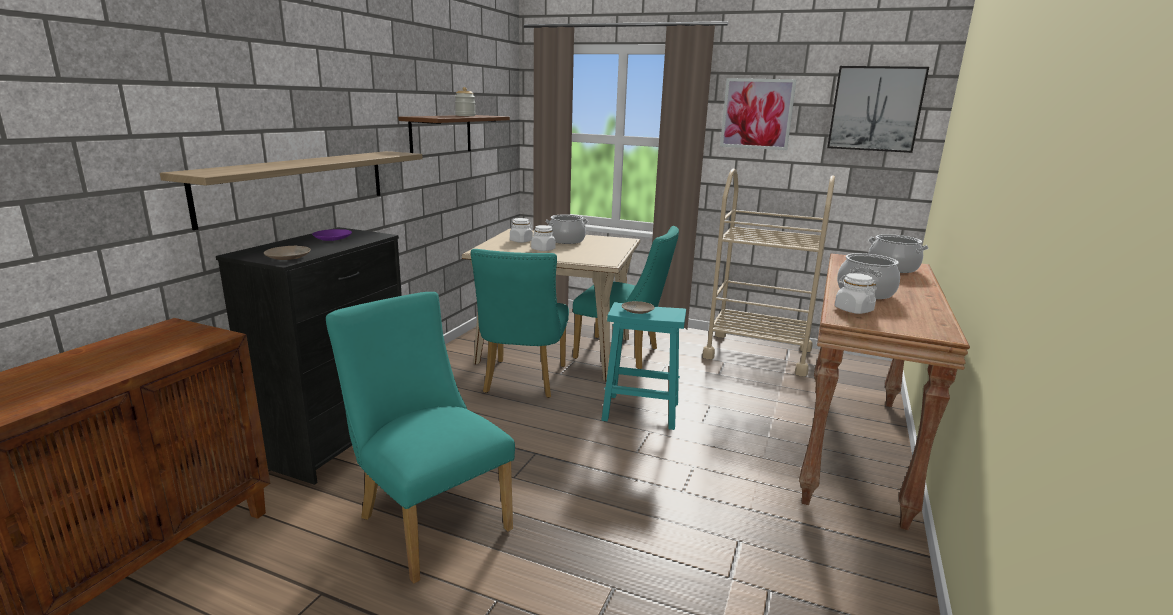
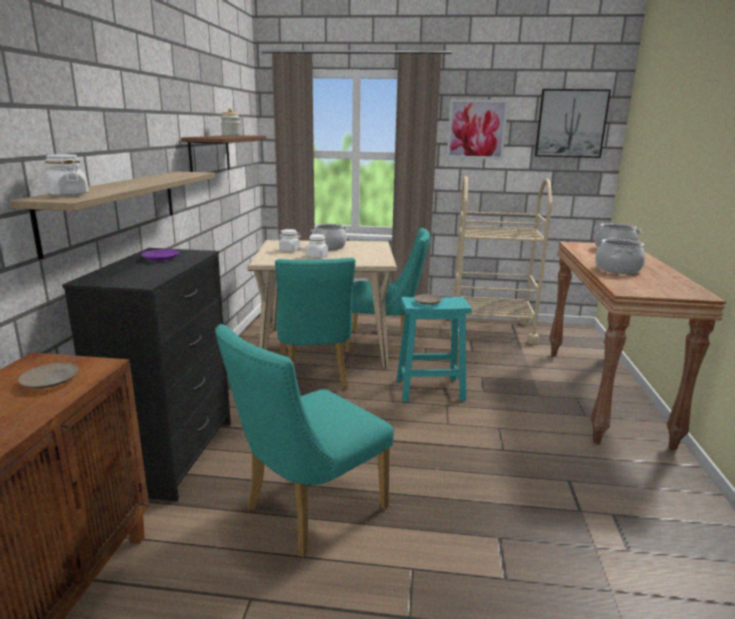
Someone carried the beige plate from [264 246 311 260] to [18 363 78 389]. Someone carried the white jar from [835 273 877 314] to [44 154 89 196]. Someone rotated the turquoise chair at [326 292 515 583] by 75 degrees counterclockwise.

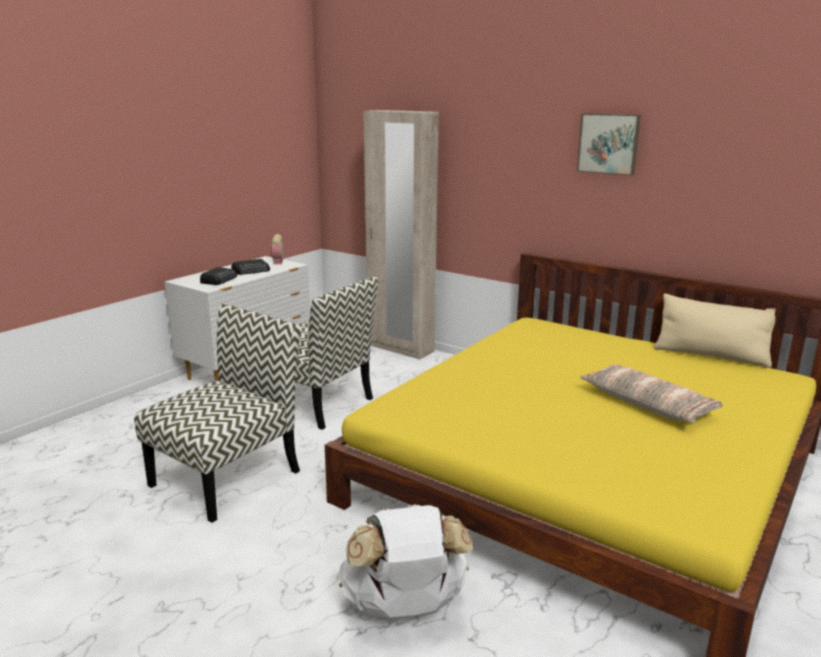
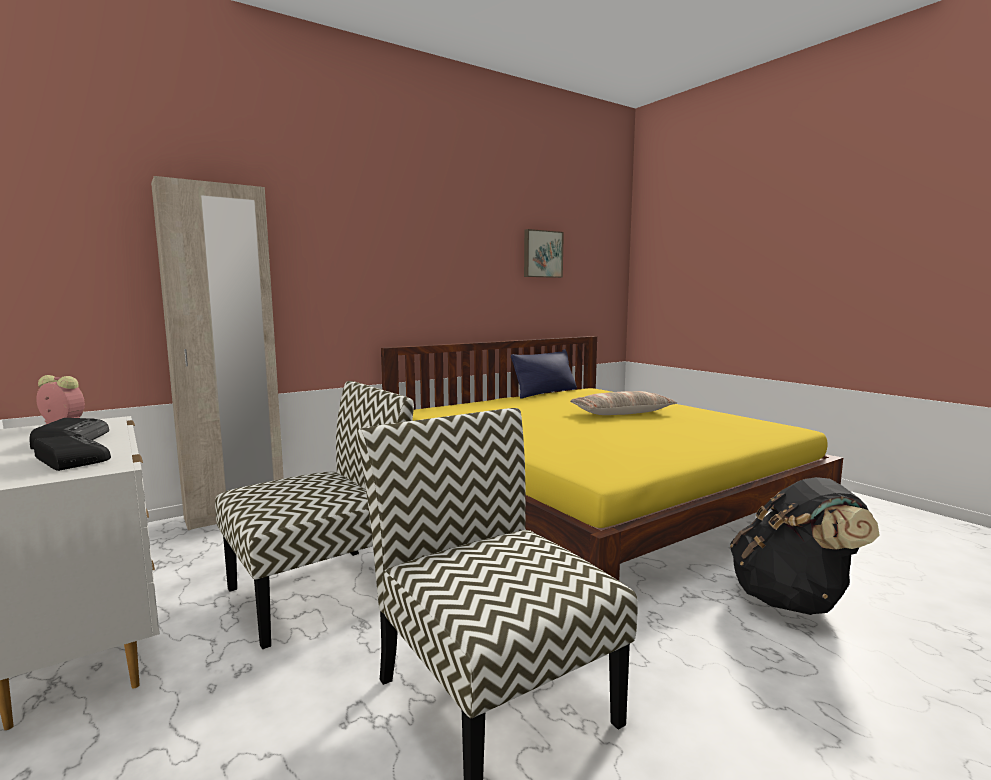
Someone repainted the beige pillow at [654 293 776 368], which became the blue pillow at [511 349 577 399]. Someone carried the picture from [576 113 641 176] to [524 229 564 278]. Someone repainted the white backpack at [338 504 473 620], which became the black backpack at [730 477 880 615].

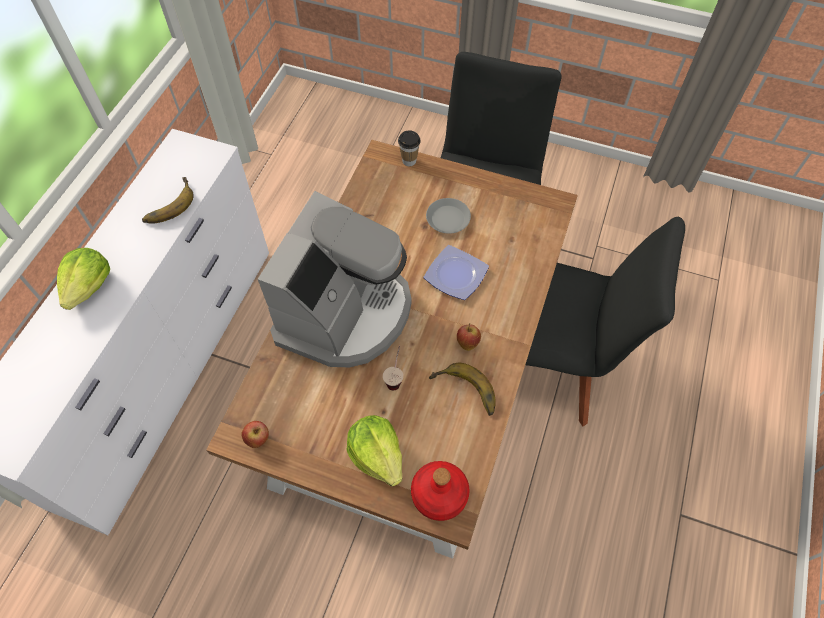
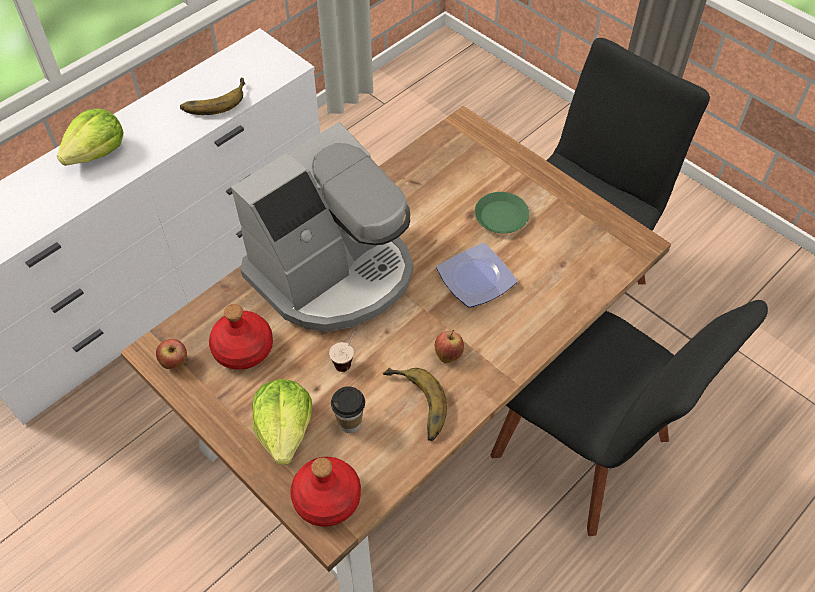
Someone put down the red bottle at [209 304 273 370]. Someone carried the cup from [398 130 421 166] to [331 386 365 433]. Someone repainted the grey plate at [426 198 471 234], which became the green plate at [475 192 529 233].

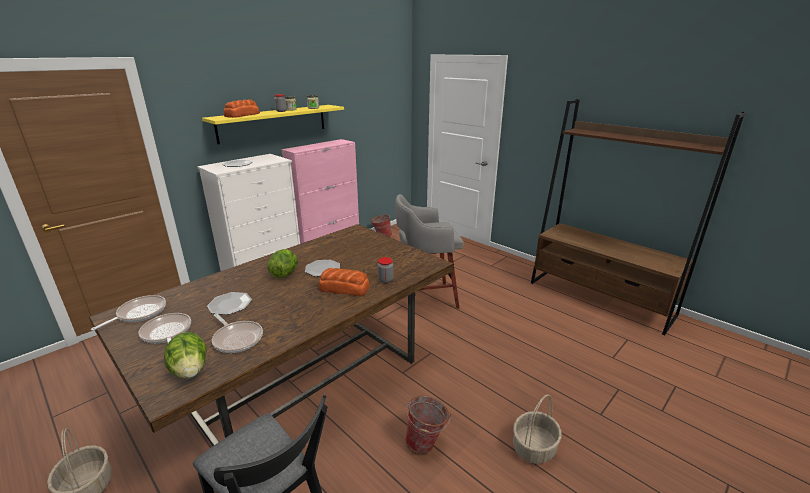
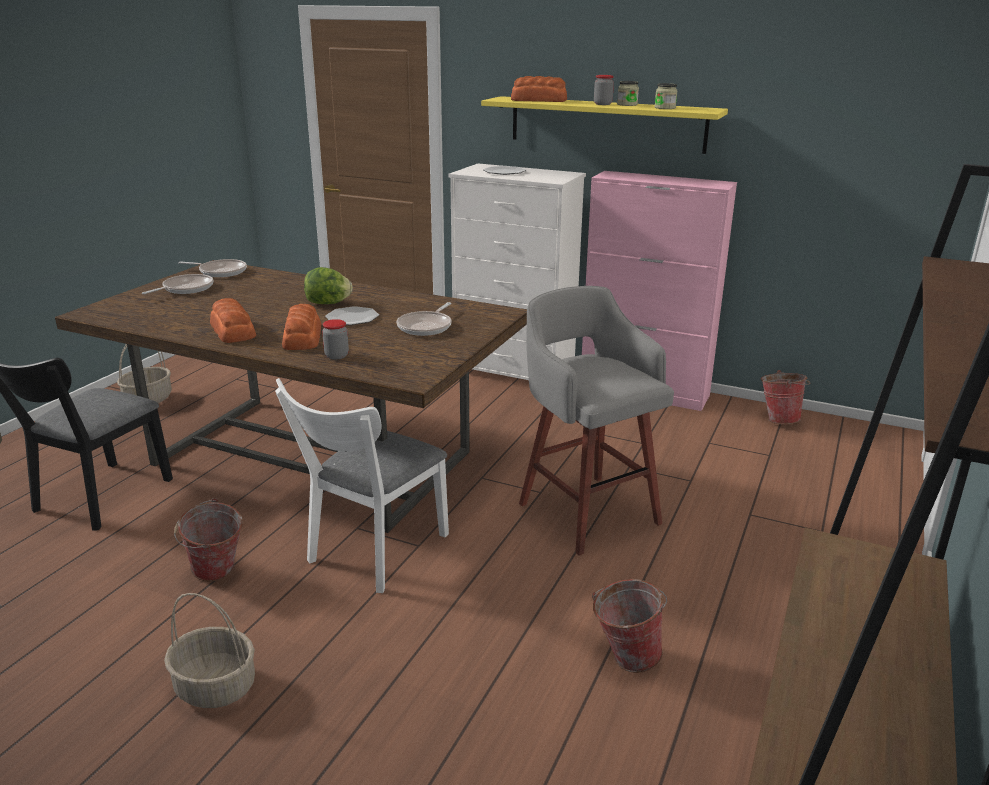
Someone put down the bread at [210 298 256 343]. Someone put down the white chair at [275 378 449 593]. Someone carried the frying pan from [212 314 263 353] to [397 302 452 336]. Someone put down the bucket at [592 579 667 673]. Someone took away the lettuce at [164 332 207 378]. Someone took away the plate at [207 292 252 315].

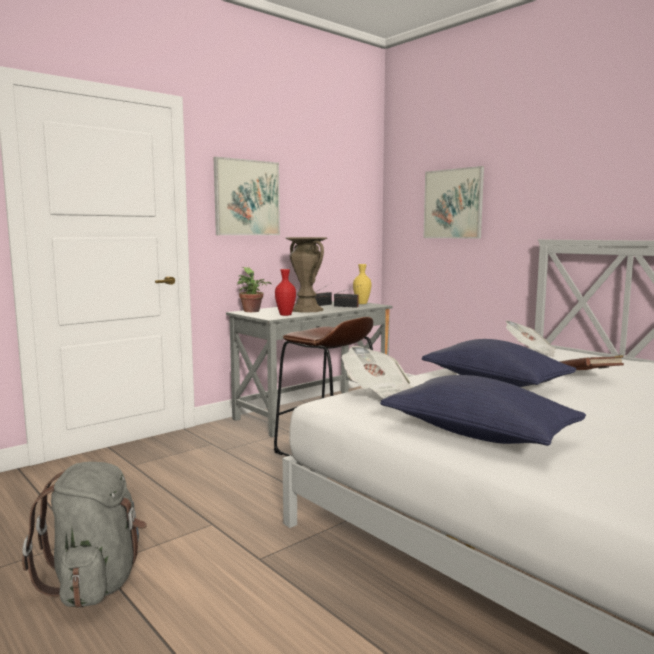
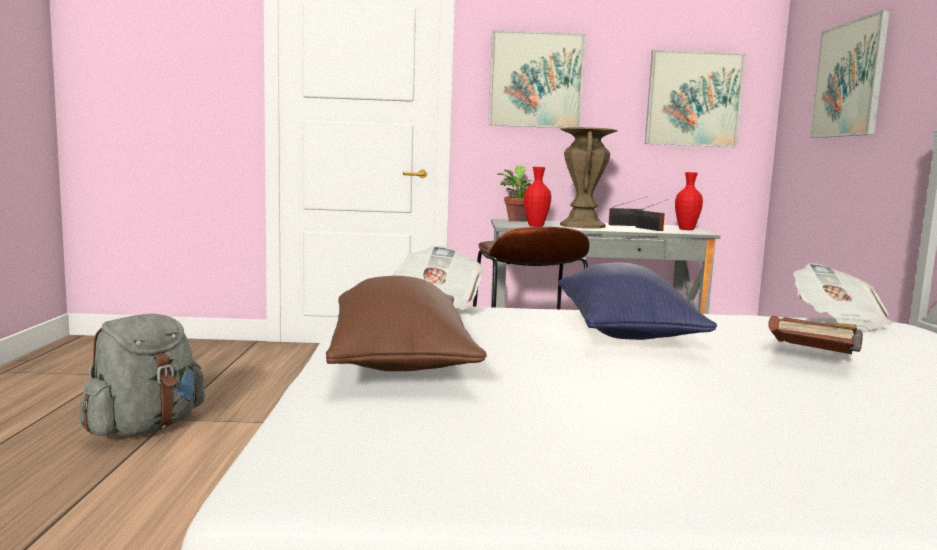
Someone repainted the blue pillow at [380 375 586 446], which became the brown pillow at [326 276 487 371]. Someone put up the picture at [645 50 746 147]. Someone repainted the yellow vase at [353 264 372 304], which became the red vase at [675 172 703 230].

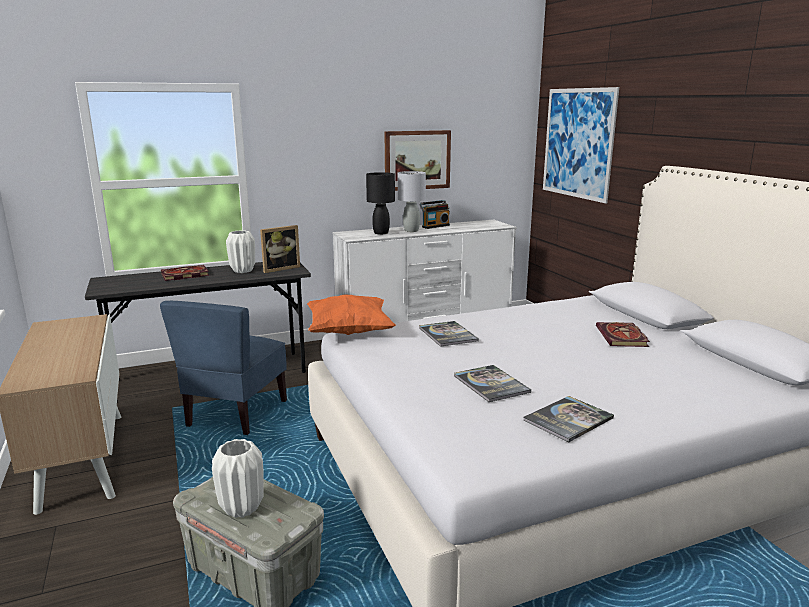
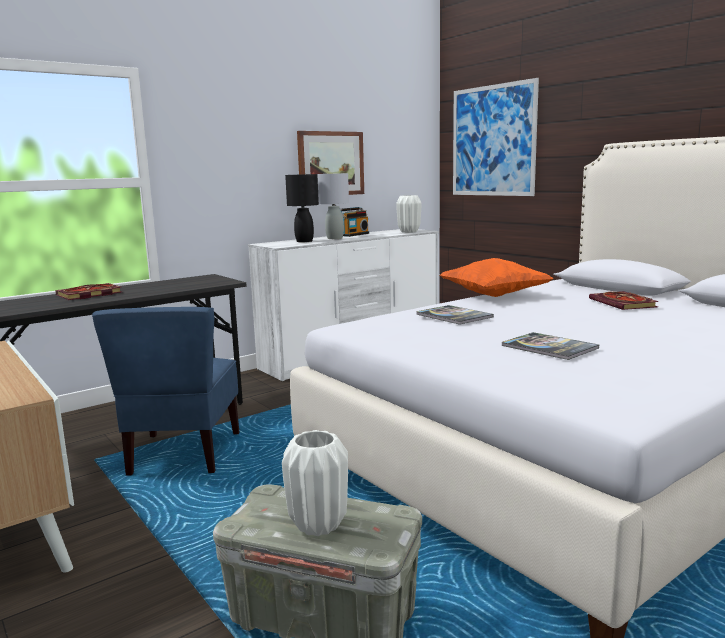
Someone carried the white vase from [226 230 255 273] to [396 195 421 233]. Someone carried the orange pillow from [307 295 396 335] to [440 258 554 297]. Someone took away the picture frame at [260 225 300 273]. Someone took away the book at [523 396 614 442].

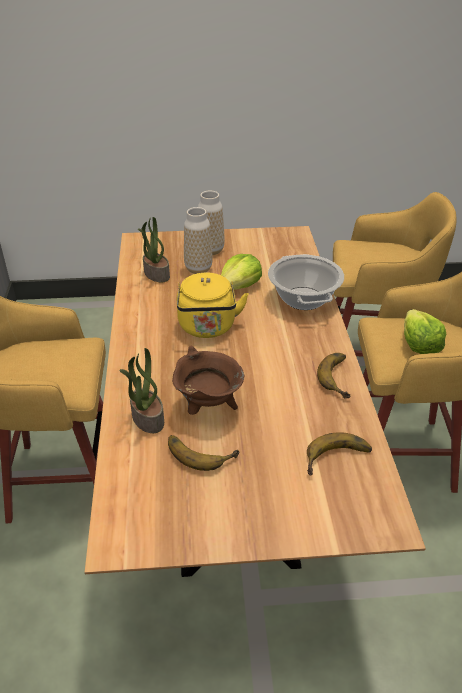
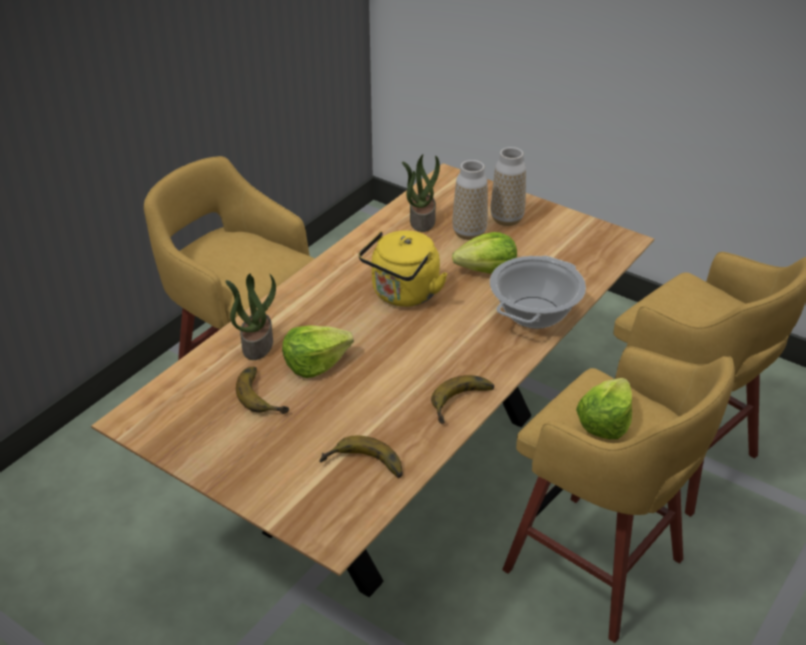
Someone swapped the brown cooking pot at [172 346 244 415] for the lettuce at [282 325 354 378].

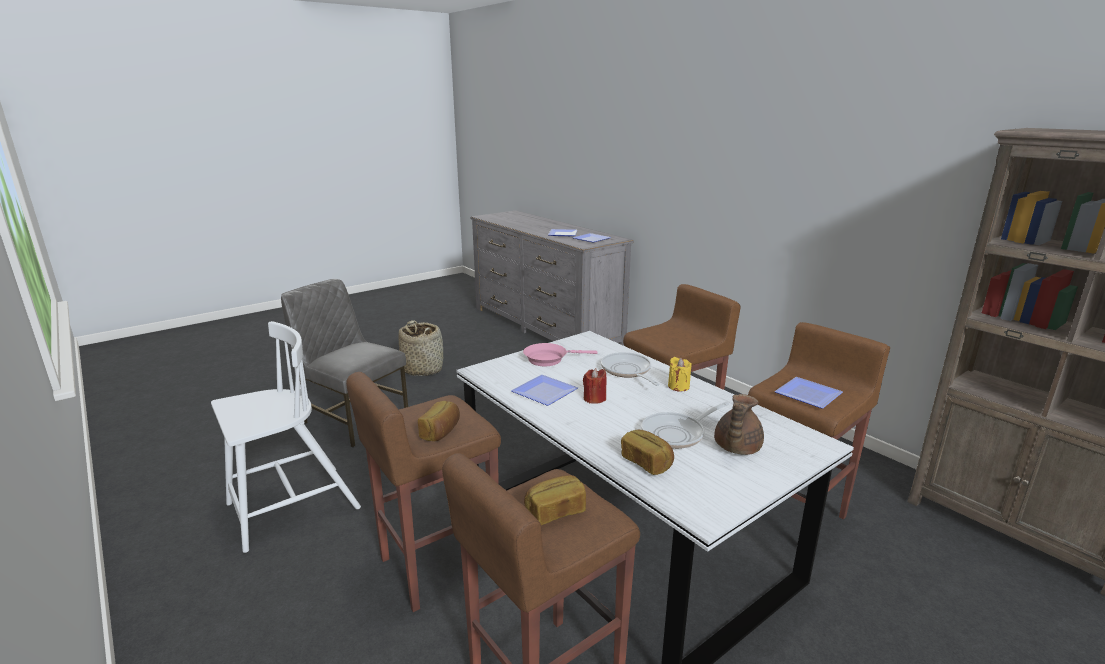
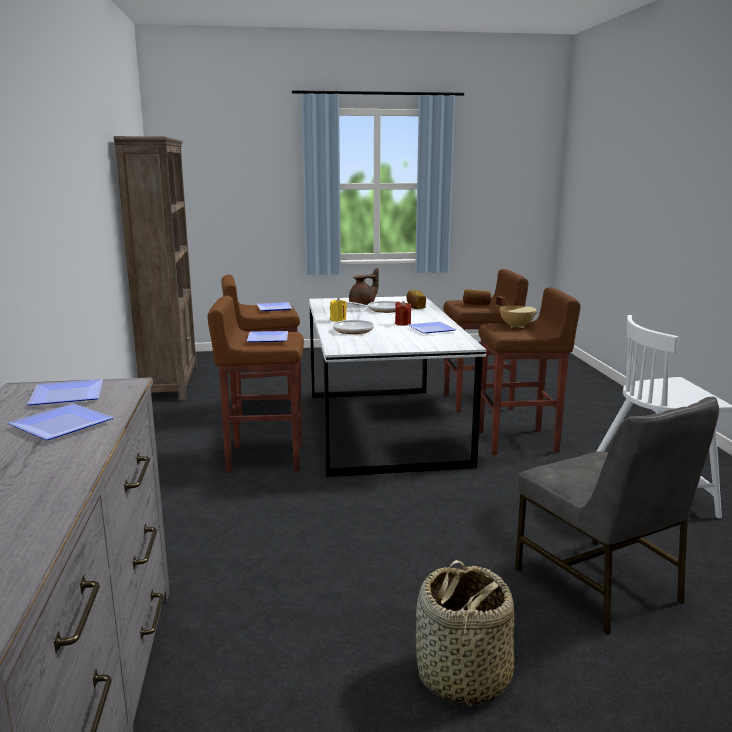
Someone put down the plate at [247 331 288 342]. Someone swapped the bread at [418 401 460 441] for the beige cooking pot at [496 296 537 328]. Someone took away the pink frying pan at [523 343 598 366].

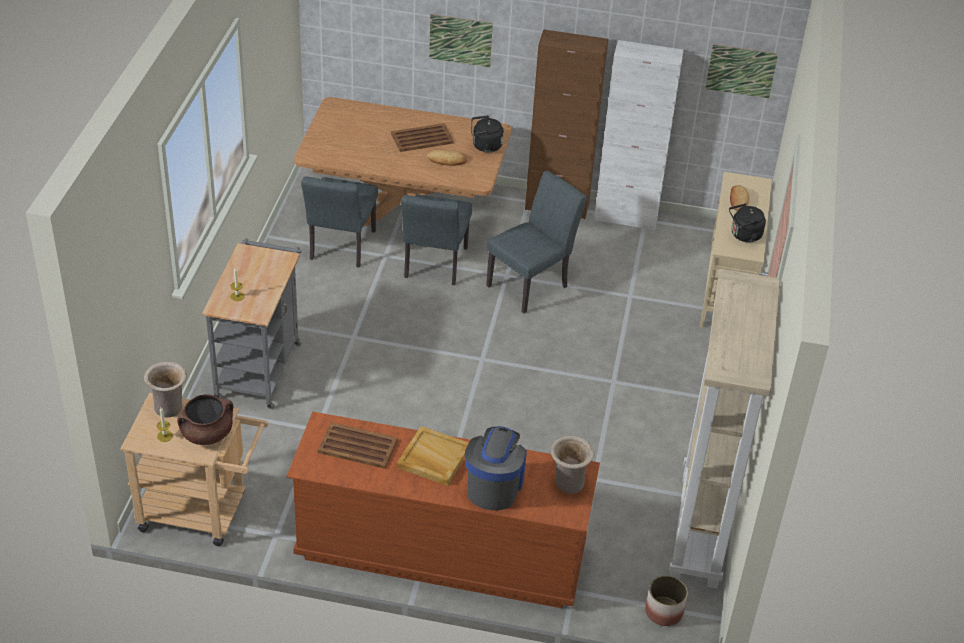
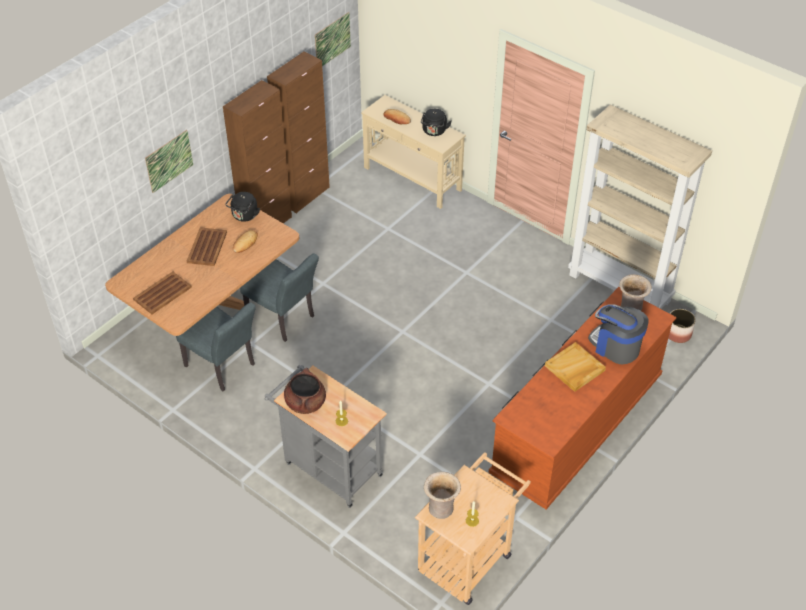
Someone carried the brown tray from [318 422 398 469] to [133 272 192 314]. Someone repainted the white cabinet at [594 40 684 230], which became the brown cabinet at [267 52 330 213]. Someone carried the brown cooking pot from [177 394 233 445] to [284 368 326 414]. Someone took away the grey chair at [486 171 587 314].

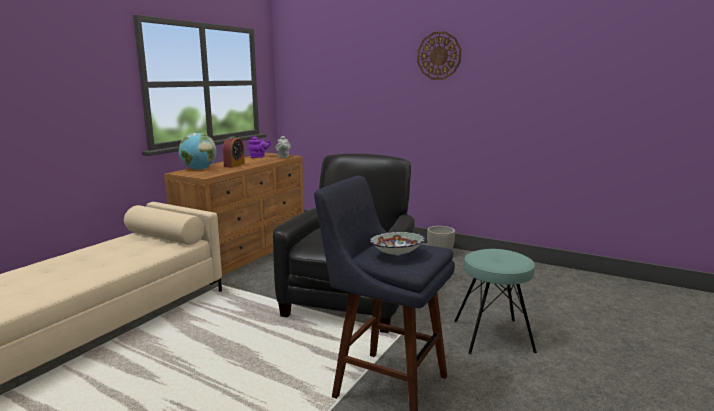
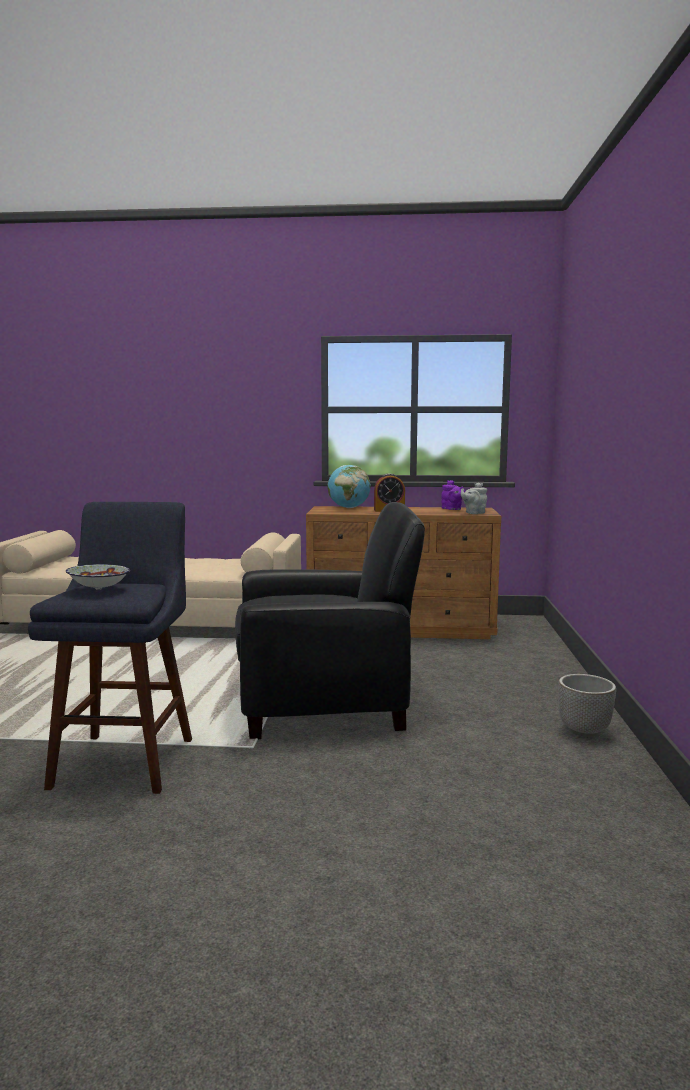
Someone took away the wall clock at [417 32 461 80]. Someone took away the turquoise stool at [454 249 537 354].

